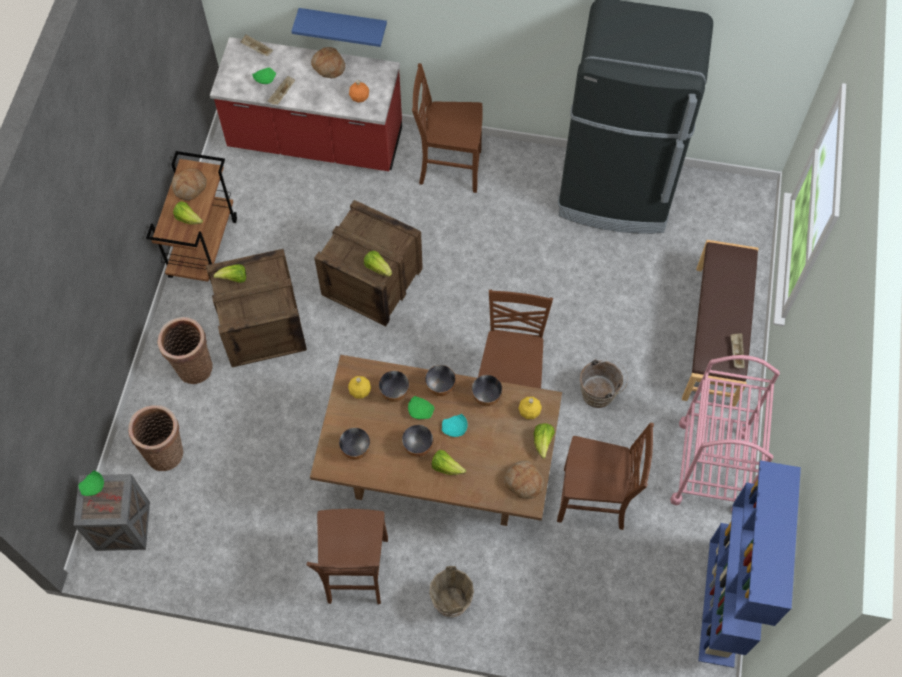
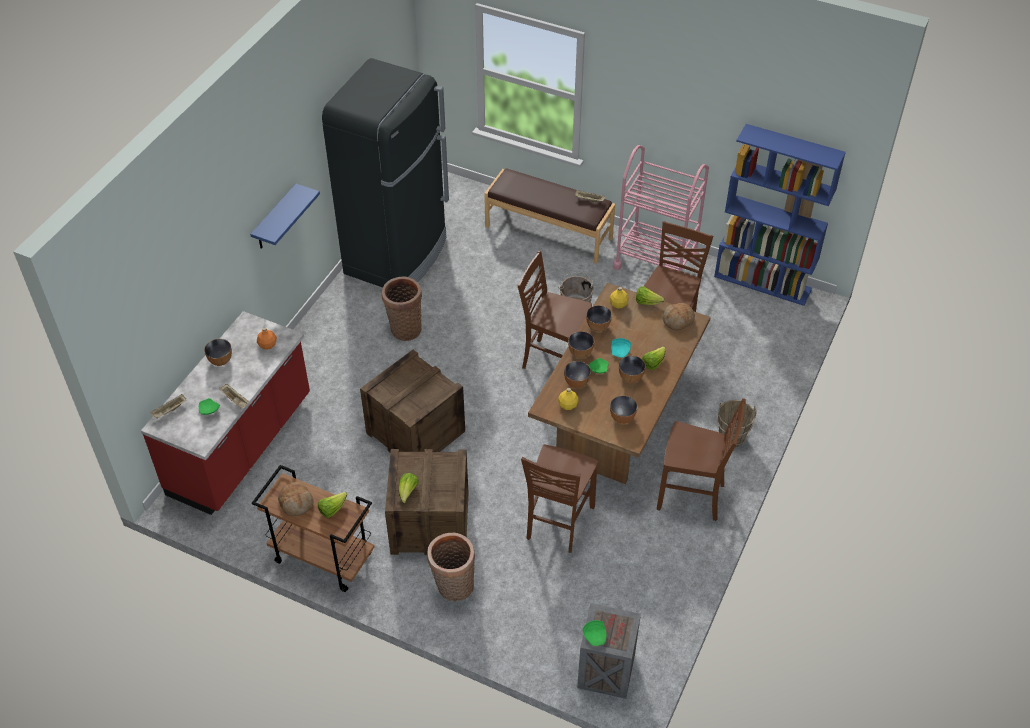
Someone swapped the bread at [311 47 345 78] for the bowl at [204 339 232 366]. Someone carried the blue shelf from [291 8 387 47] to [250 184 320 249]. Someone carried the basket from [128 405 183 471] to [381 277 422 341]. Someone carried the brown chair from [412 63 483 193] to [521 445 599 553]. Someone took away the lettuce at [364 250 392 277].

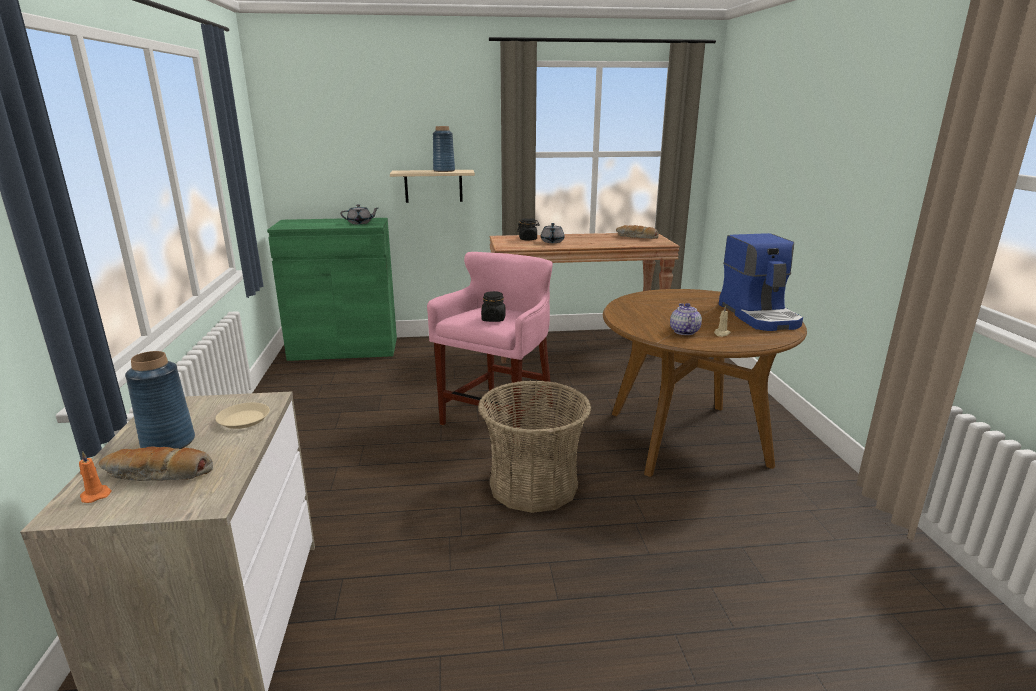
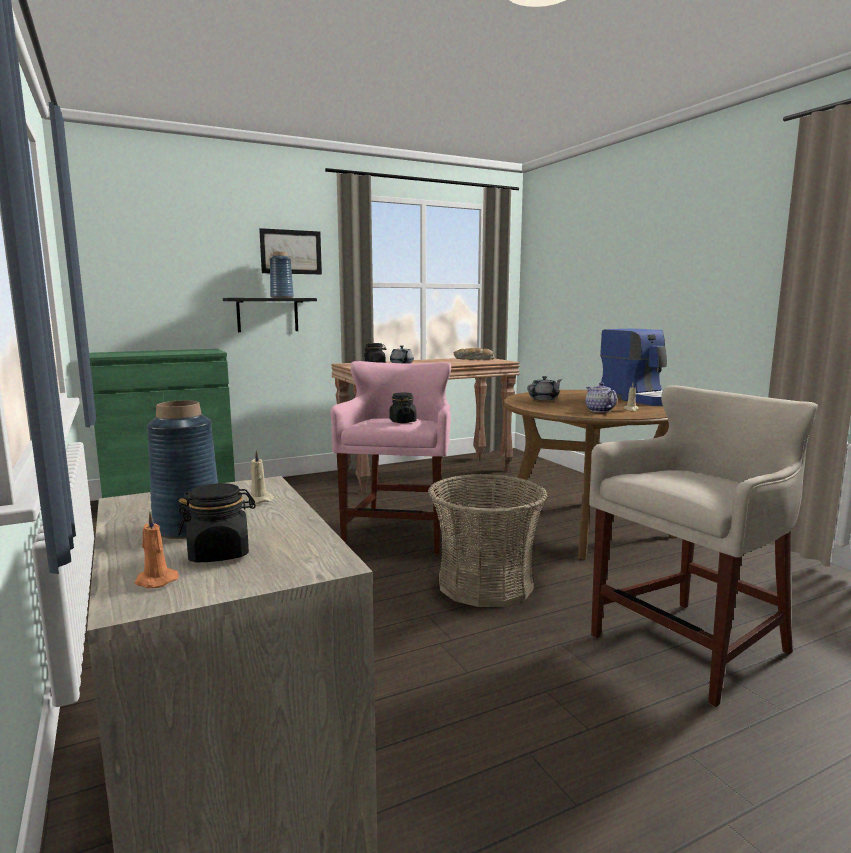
Someone swapped the bread at [99 446 213 481] for the black jar at [178 483 256 562]. Someone repainted the beige shelf at [390 170 475 203], which became the black shelf at [223 298 317 332]. Someone swapped the beige plate at [216 402 270 429] for the beige candle at [245 450 274 504]. Someone put up the picture at [259 228 322 274]. Someone carried the grey teapot from [340 204 378 224] to [527 376 562 400]. Someone put down the beige stool at [589 385 818 707].

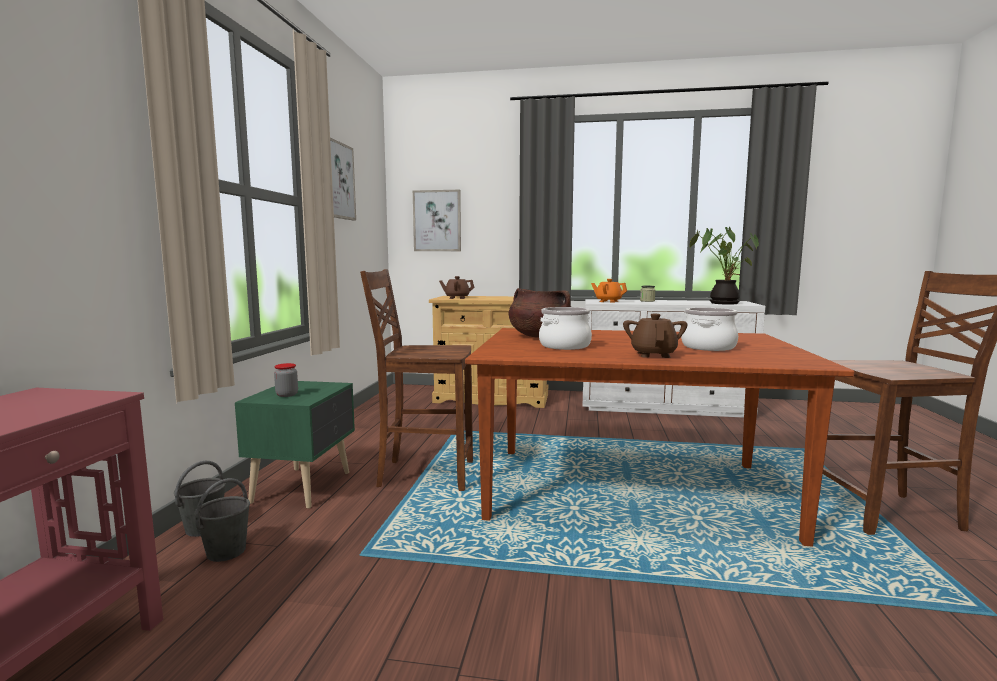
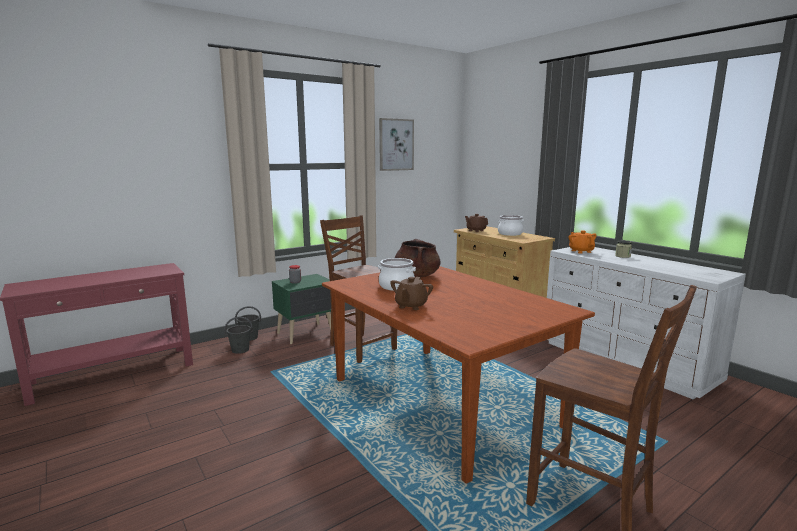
Someone rotated the brown teapot at [623 314 688 358] by 150 degrees clockwise. Someone carried the cooking pot from [681 308 738 351] to [498 215 524 236]. Someone took away the picture at [413 190 461 251]. Someone took away the potted plant at [689 227 759 305].

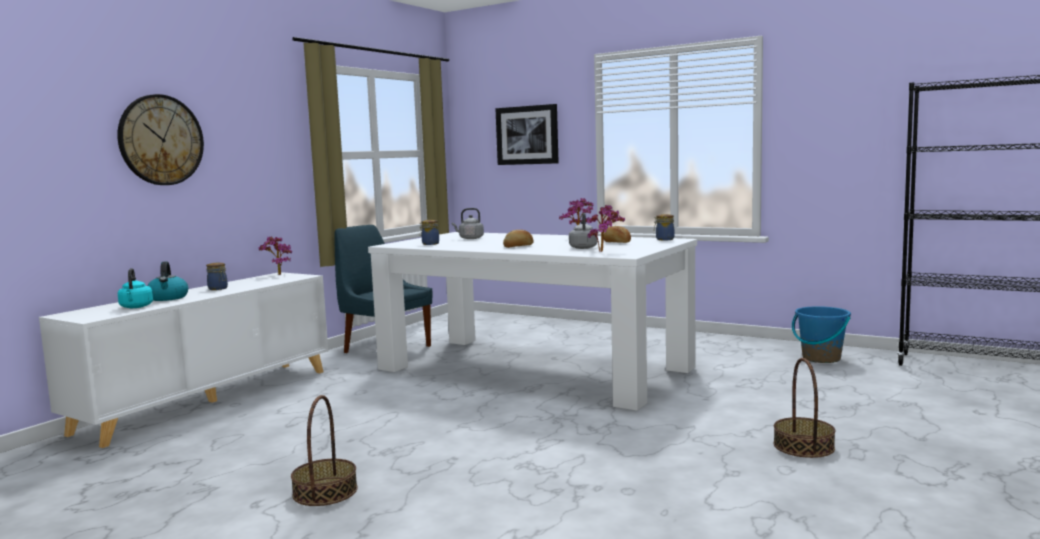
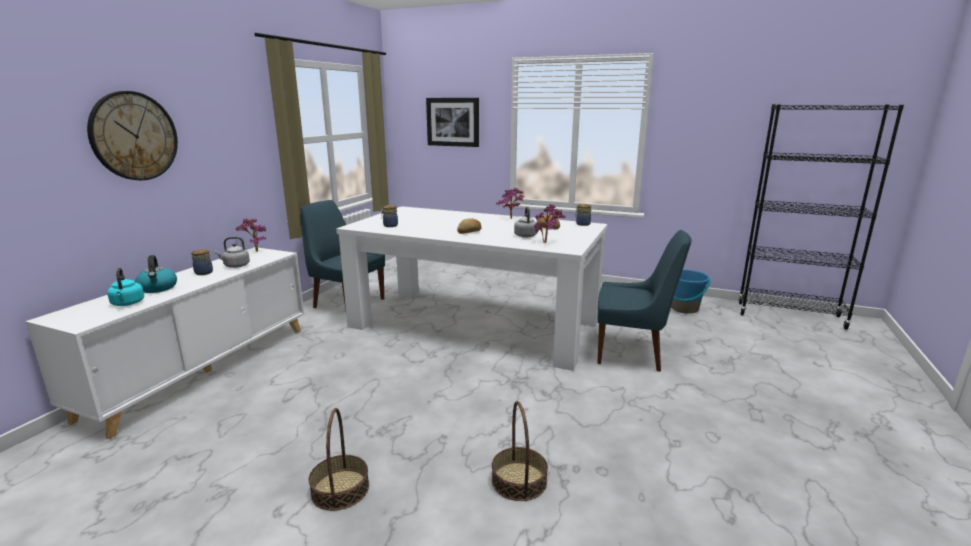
Someone carried the grey kettle from [452 208 484 239] to [215 237 250 268]. Someone carried the basket from [773 358 835 458] to [492 401 548 501]. Someone put down the blue chair at [597 230 692 372].

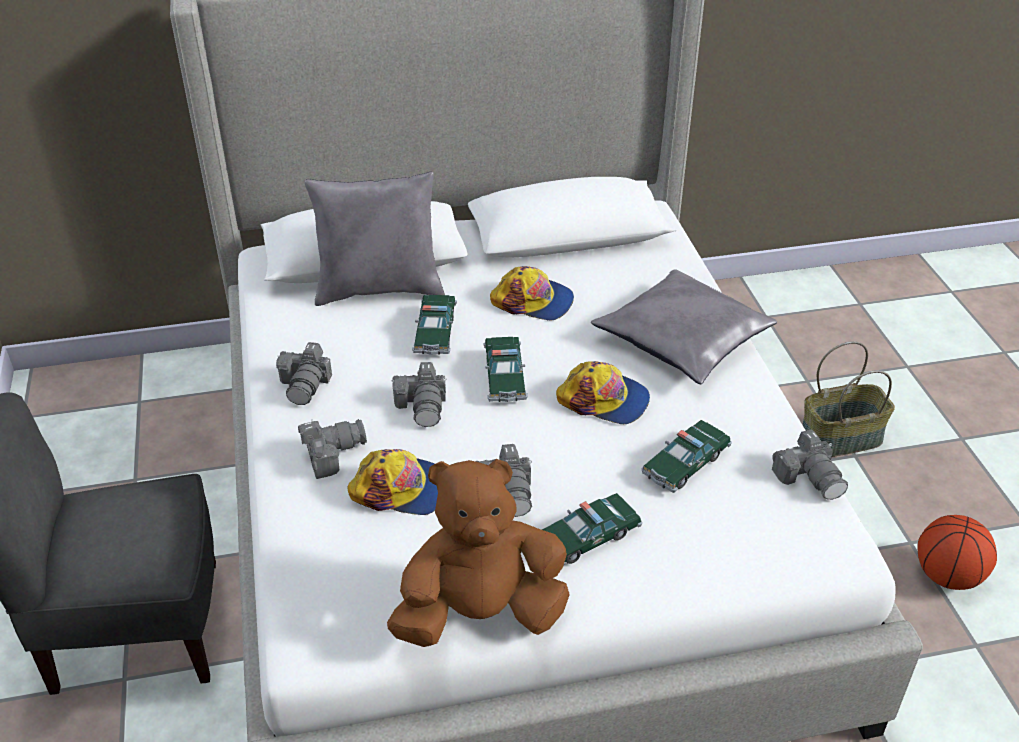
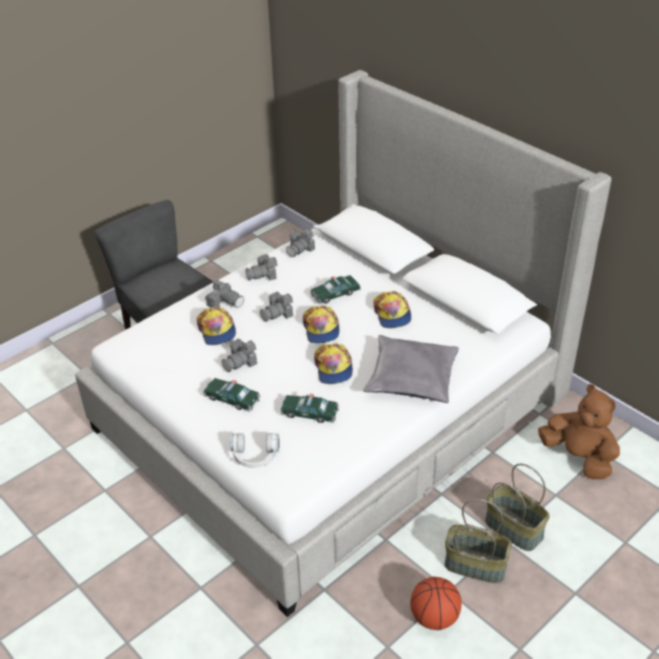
Someone put down the white headphones at [231 433 280 468]. Someone carried the photo camera from [772 430 848 500] to [286 229 315 257]. Someone swapped the toy car at [483 337 528 402] for the cap at [303 305 340 344]. Someone put down the basket at [445 499 512 583]. Someone carried the brown plush toy from [387 459 570 647] to [538 384 620 479]. Someone took away the grey pillow at [305 172 445 306].

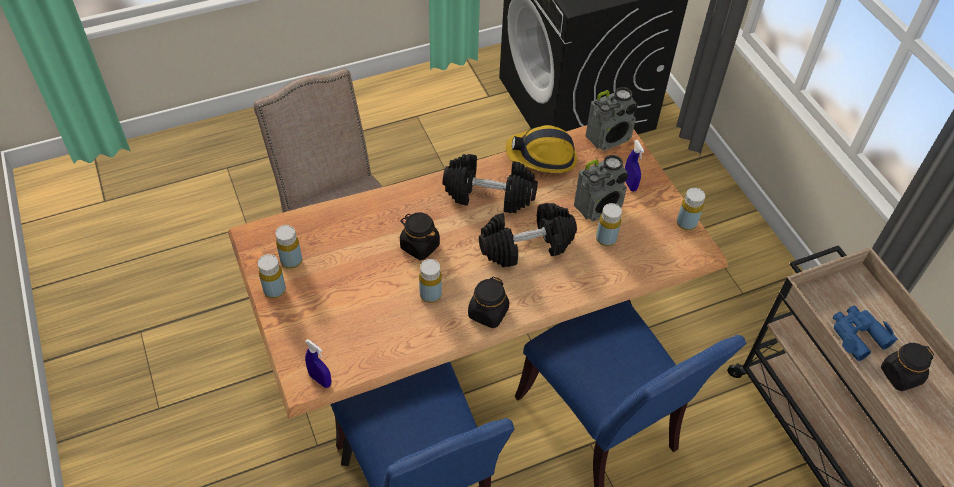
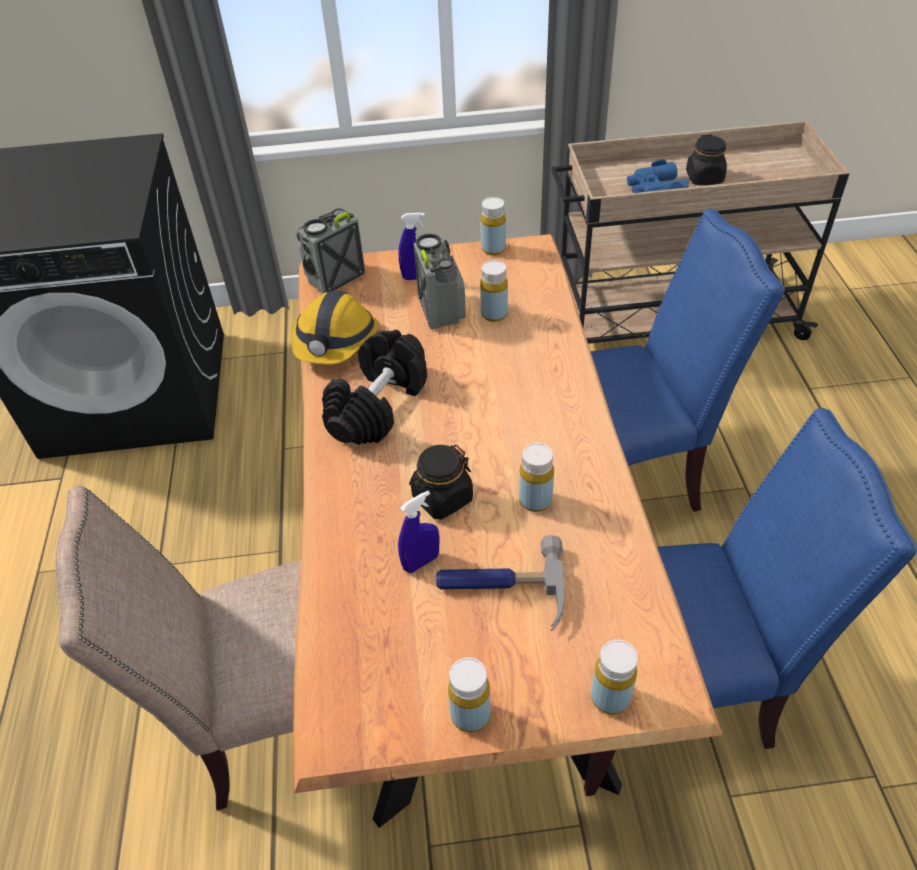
Someone rotated the radio at [586 87 637 151] by 120 degrees counterclockwise. Someone carried the blue spray bottle from [305 339 331 388] to [398 491 440 573]. Someone put down the hammer at [436 535 564 631]. Someone carried the yellow bottle from [275 225 302 269] to [591 640 638 715]. Someone took away the black jar at [468 277 509 328]. Someone took away the black dumbbell at [479 203 577 267].

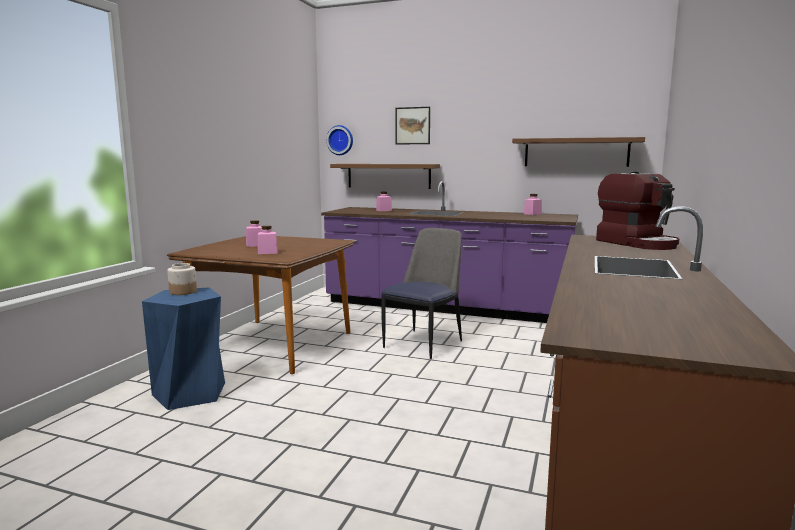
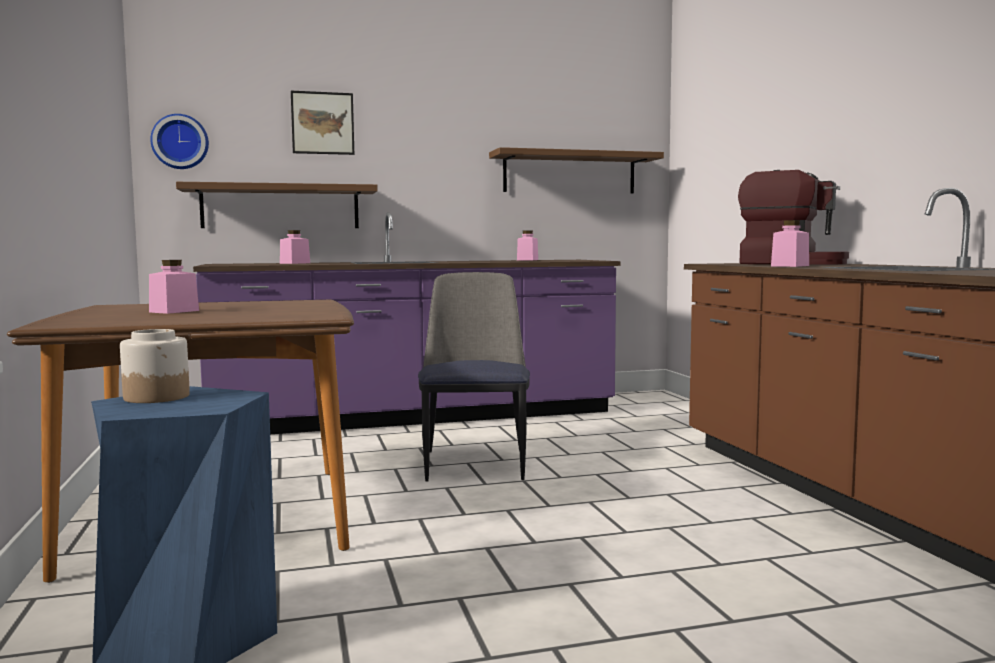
Someone carried the pink jar from [257 226 278 254] to [771 220 809 267].

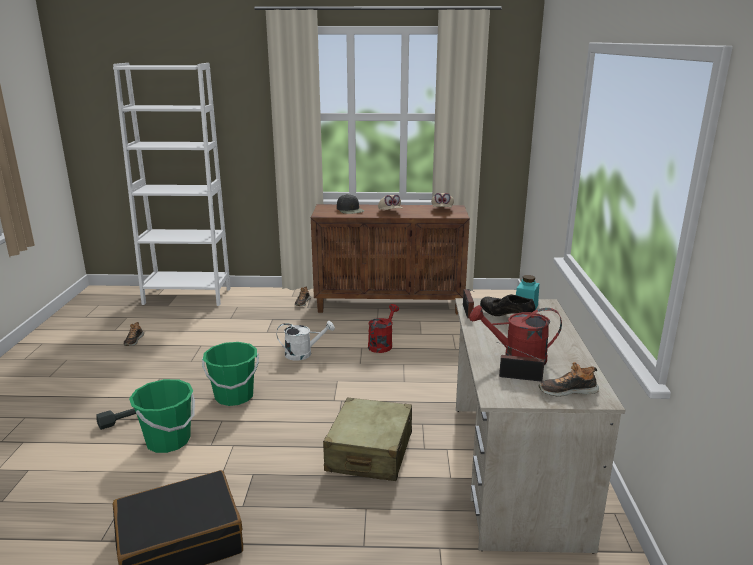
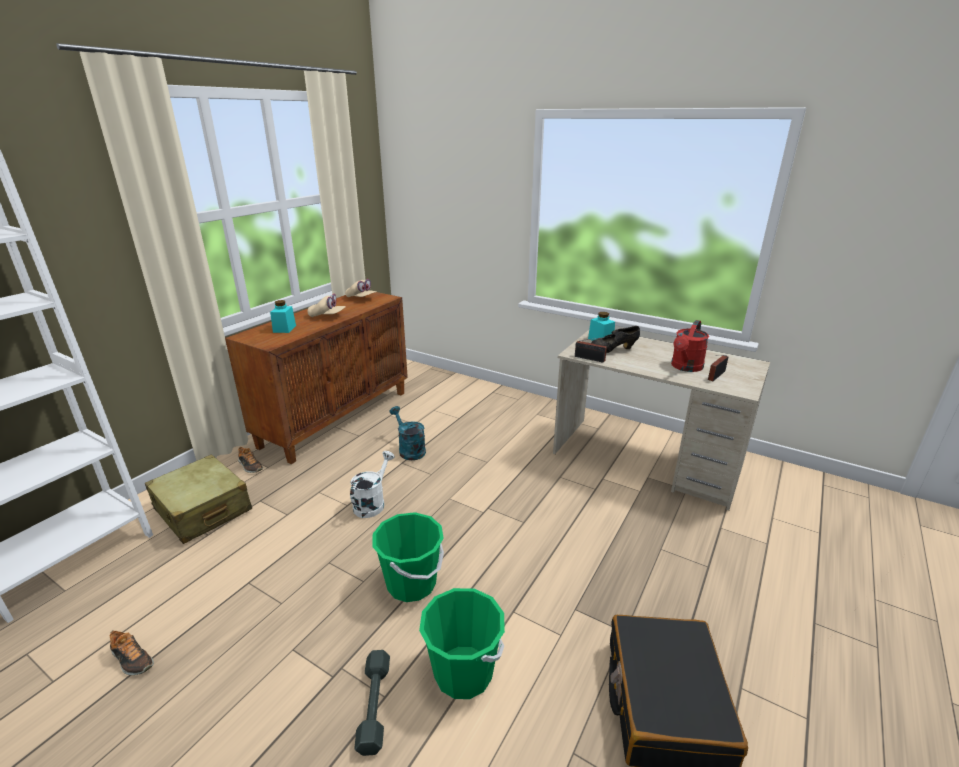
Someone carried the beige suitcase from [323 398 412 481] to [145 454 252 544]. Someone swapped the black cap at [337 194 364 214] for the turquoise jar at [270 300 296 333]. Someone repainted the red watering can at [368 304 399 353], which became the turquoise watering can at [389 406 426 460]. Someone took away the shoe at [539 362 599 397].

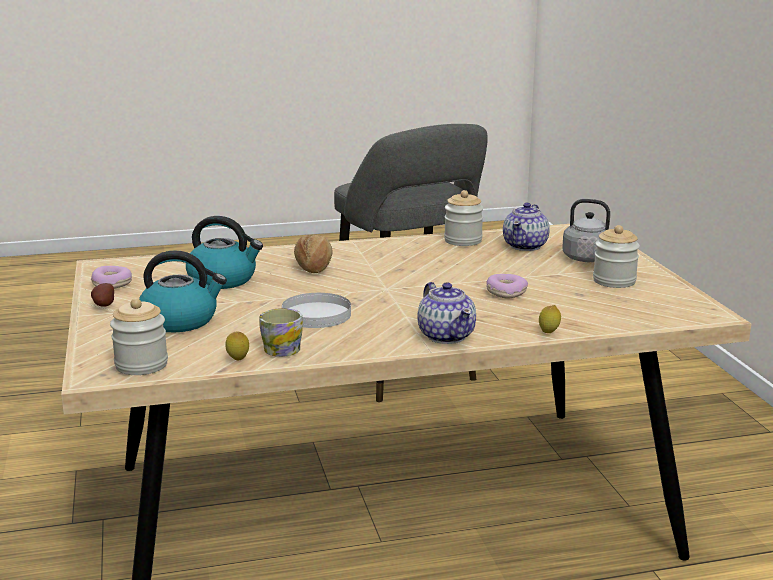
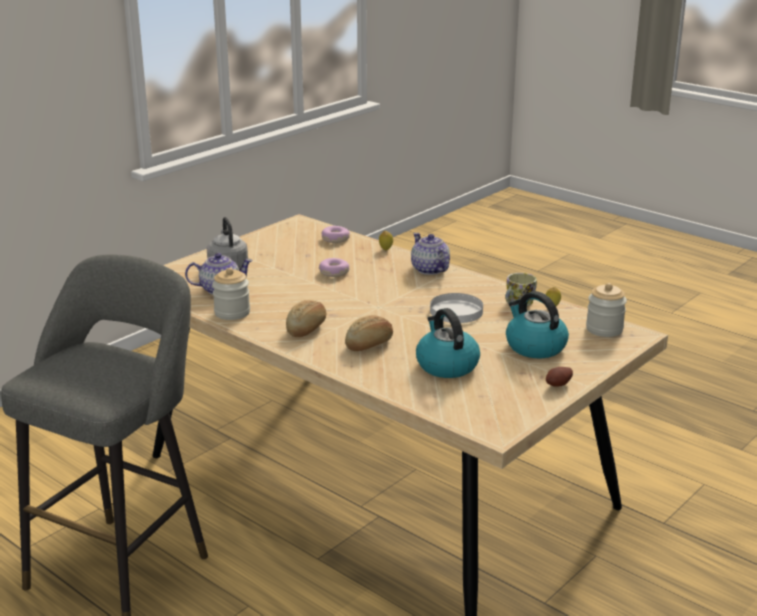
Someone put down the bread at [286 300 326 337]. Someone carried the donut from [91 266 132 289] to [321 226 350 243]. Someone rotated the teapot at [417 282 476 344] by 60 degrees counterclockwise. Someone took away the jar at [593 225 640 288].

